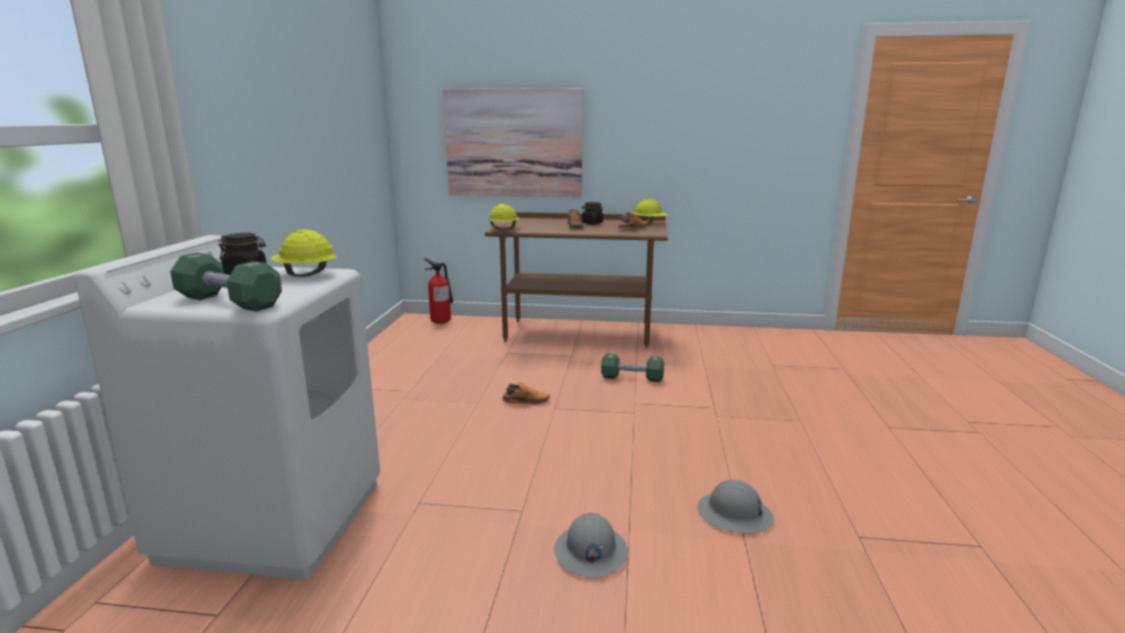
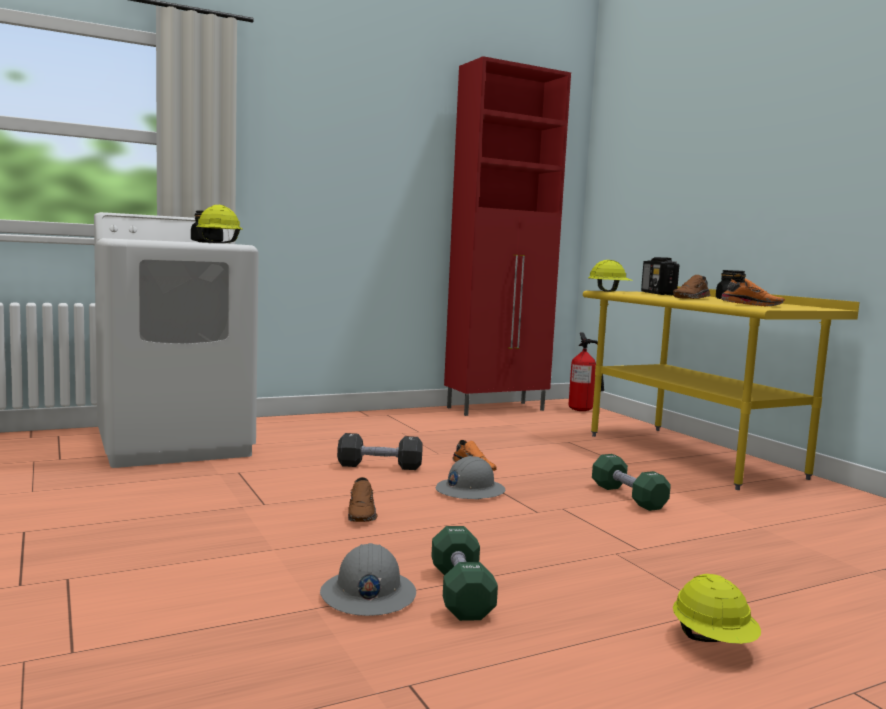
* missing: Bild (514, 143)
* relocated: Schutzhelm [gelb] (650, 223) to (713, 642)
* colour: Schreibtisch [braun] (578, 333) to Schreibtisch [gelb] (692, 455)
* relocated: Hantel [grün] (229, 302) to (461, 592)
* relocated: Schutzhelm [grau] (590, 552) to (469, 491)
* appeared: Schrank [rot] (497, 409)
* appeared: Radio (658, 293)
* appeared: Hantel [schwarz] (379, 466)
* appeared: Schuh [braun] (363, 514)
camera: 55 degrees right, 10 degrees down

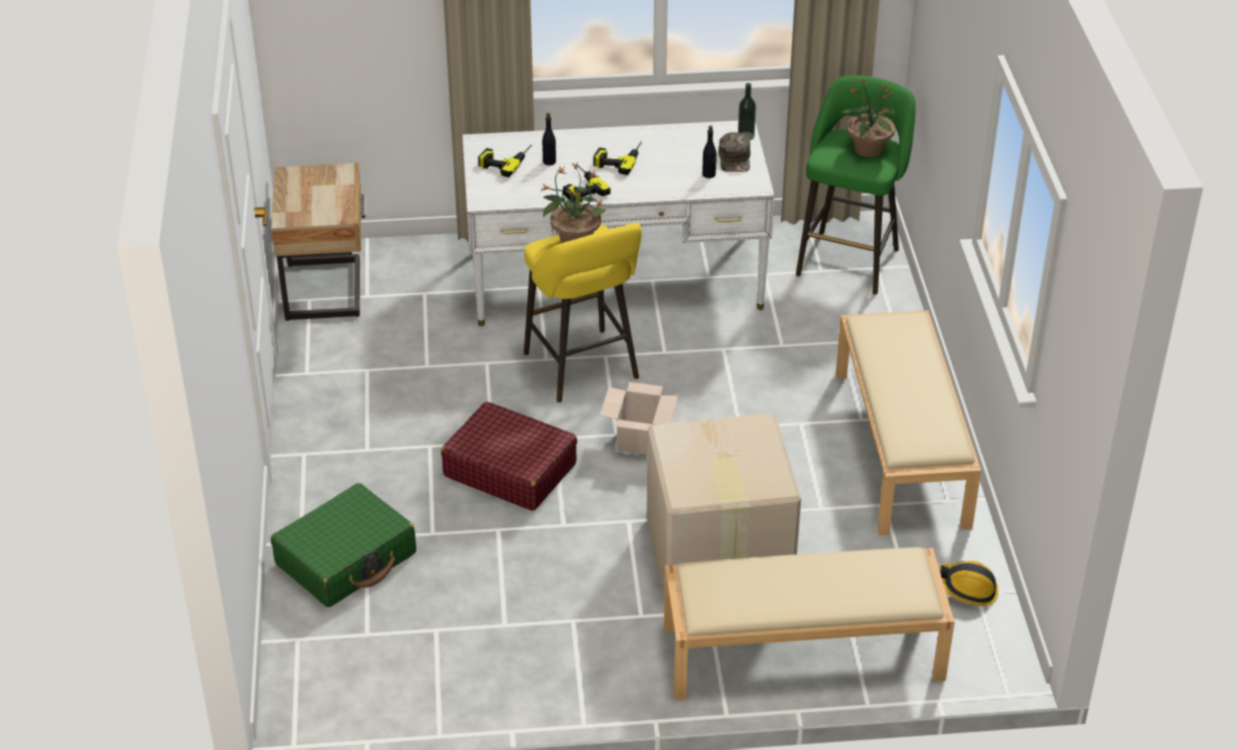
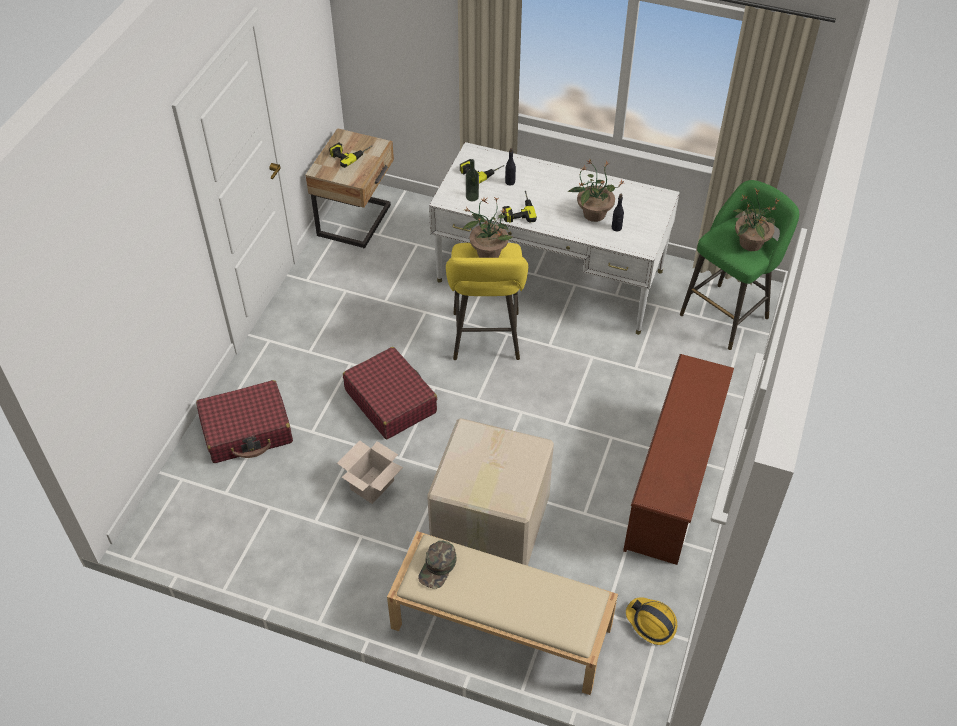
* relocated: Flasche (746, 136) to (472, 197)
* relocated: Kappe [grün] (735, 159) to (438, 567)
* relocated: Bohrmaschine (618, 158) to (350, 153)
* exchanged: Bank [beige] (902, 448) to Schuhregal [braun] (673, 486)
* relocated: Karton (638, 437) to (372, 484)
* colour: Koffer [grün] (346, 559) to Koffer [rot] (247, 430)
* appeared: Topfpflanze (593, 214)
camera: 25 degrees right, 10 degrees up

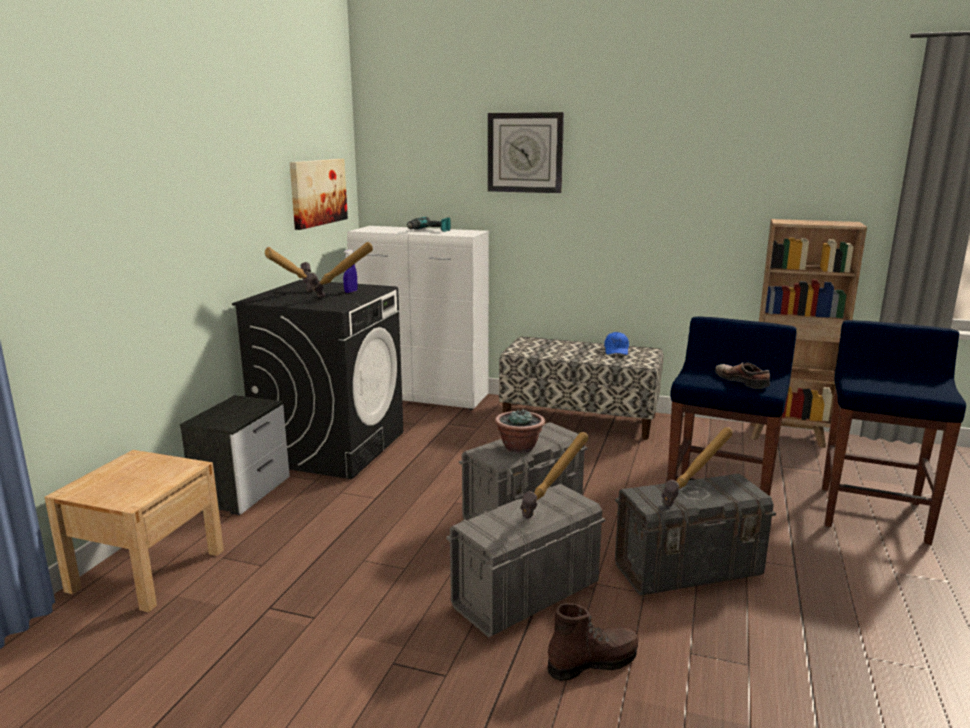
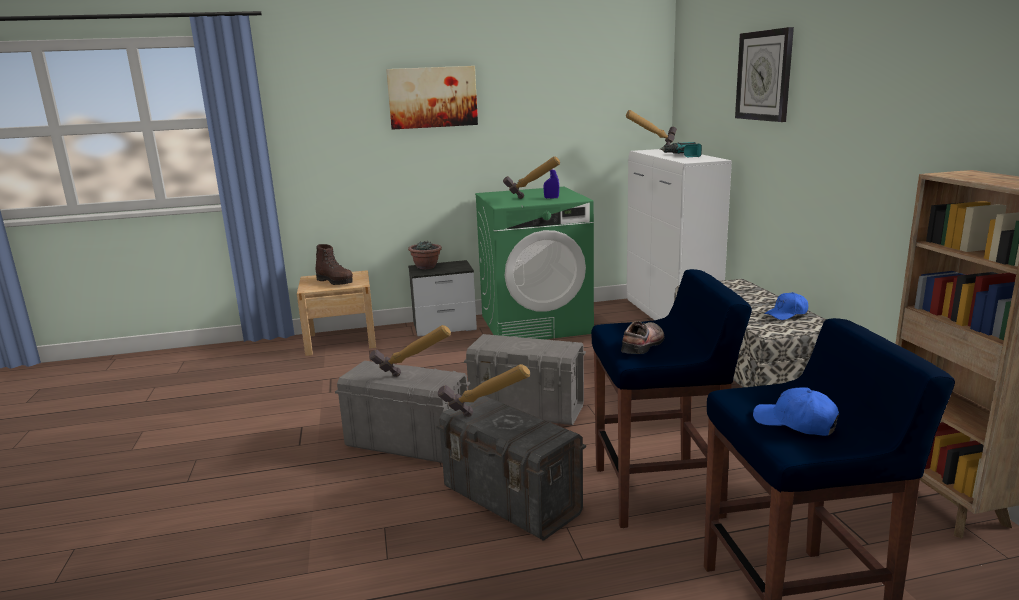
* relocated: Bild (318, 192) to (432, 97)
* relocated: Hammer (291, 295) to (651, 149)
* colour: Waschmaschine [schwarz] (331, 447) to Waschmaschine [grün] (536, 324)
* relocated: Topfpflanze (519, 448) to (426, 267)
* relocated: Stiefel [braun] (592, 662) to (335, 281)
* appeared: Kappe [blau] (795, 423)
camera: 60 degrees right, 0 degrees up

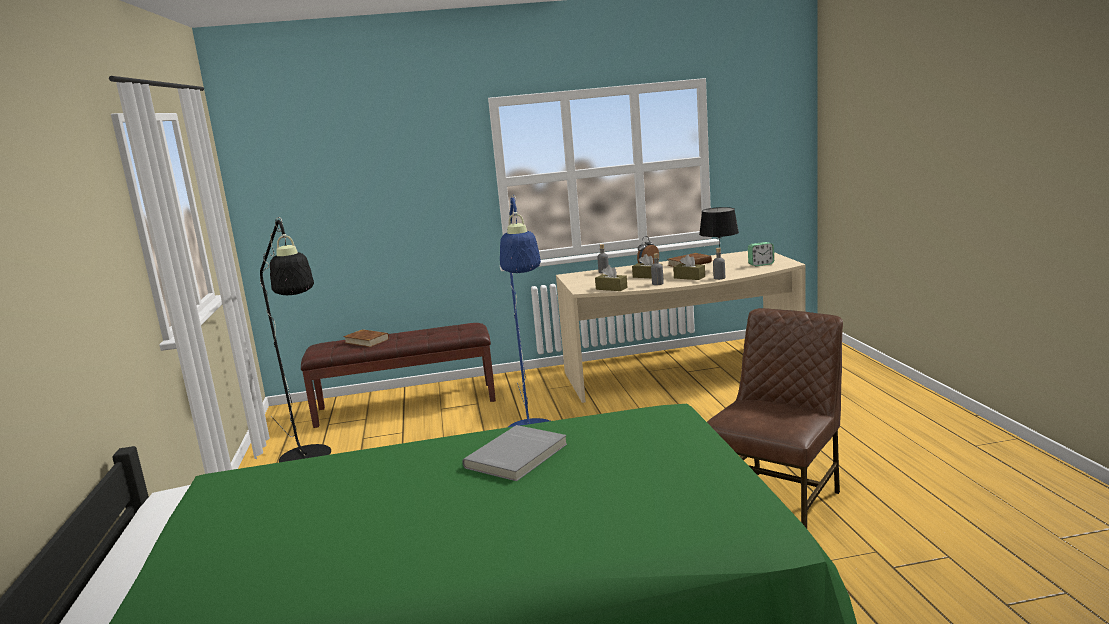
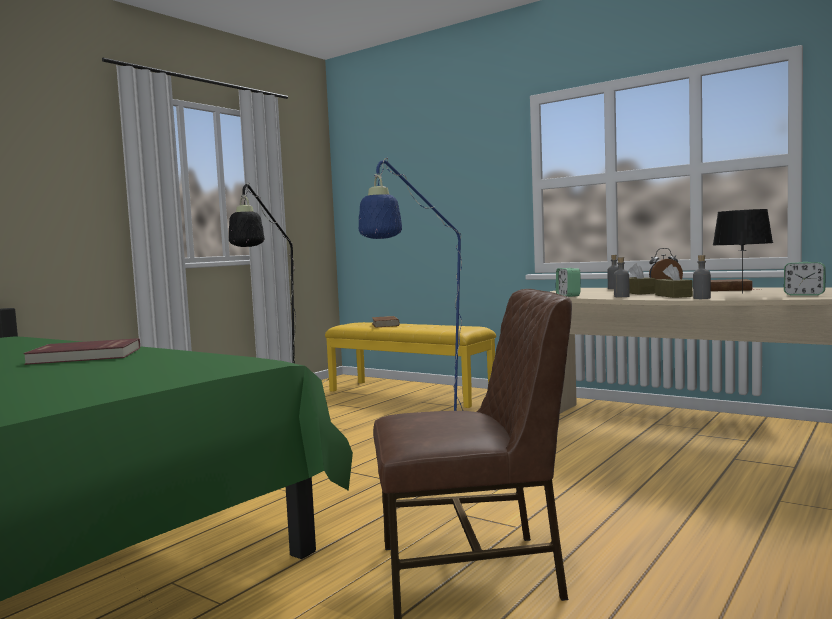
* exchanged: Taschentuchbox [braun] (611, 288) to Wecker (568, 295)
* colour: Bank [braun] (406, 404) to Bank [gelb] (410, 393)
* colour: Buch [grau] (518, 456) to Buch [rot] (85, 356)
camera: 45 degrees right, 10 degrees down

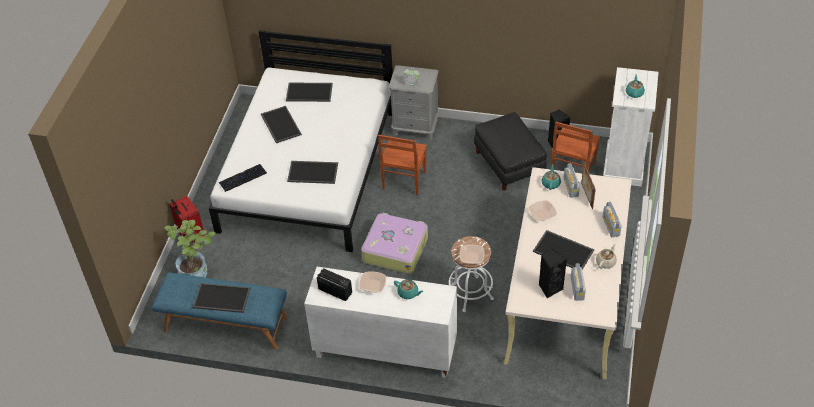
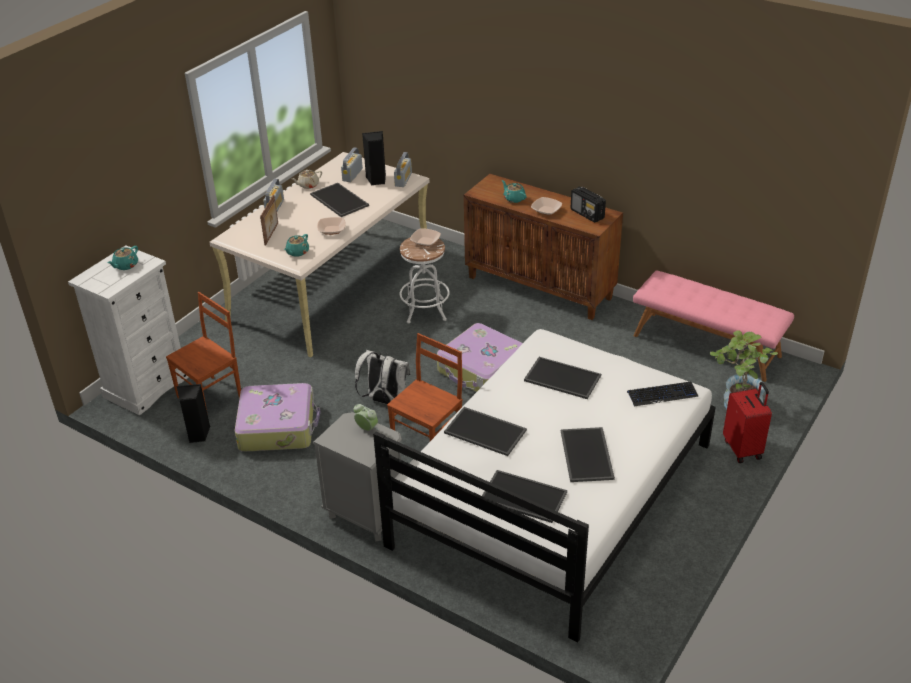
* exchanged: Polsterhocker [schwarz] (509, 164) to Koffer (278, 426)
* relocated: Radio (571, 187) to (403, 179)
* colour: Schrank [weiß] (384, 351) to Schrank [braun] (540, 287)
* colour: Bank [blau] (225, 325) to Bank [rosa] (707, 345)
* relocated: Tablett (221, 299) to (486, 431)
* appeared: Rucksack [weiß] (384, 400)
camera: 160 degrees left, 10 degrees down

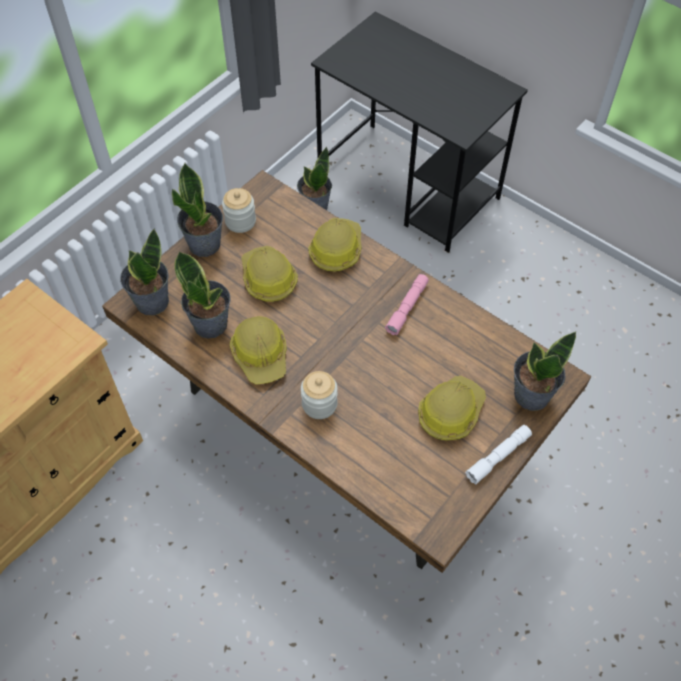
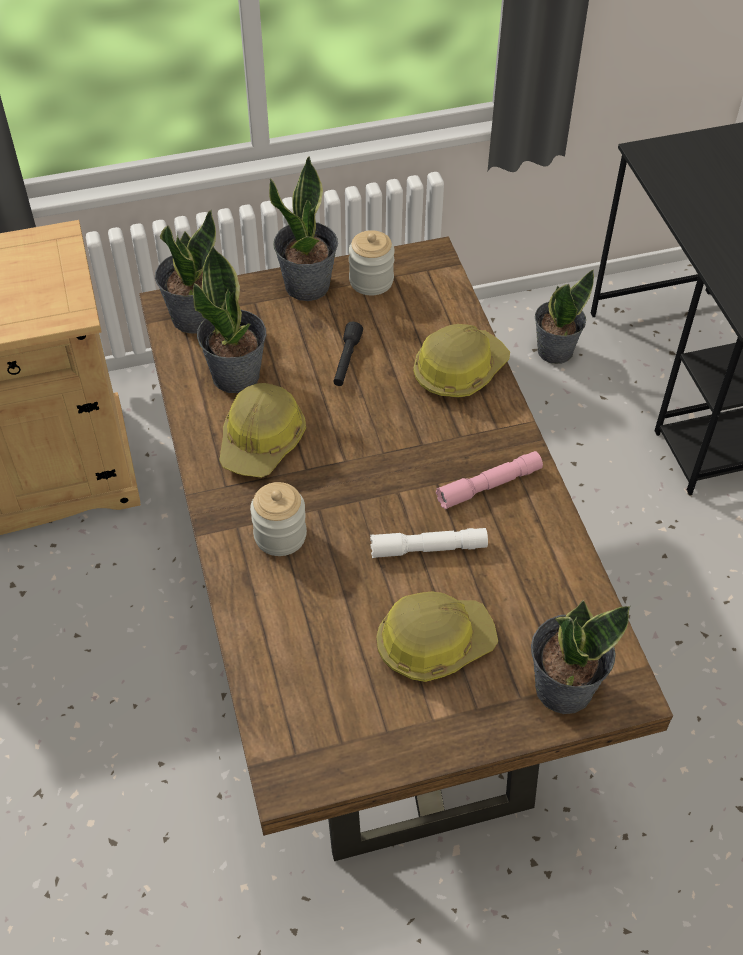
* exchanged: Schutzhelm (268, 279) to Taschenlampe [schwarz] (346, 361)
* relocated: Taschenlampe [weiß] (498, 457) to (428, 548)
camera: 35 degrees right, 5 degrees down

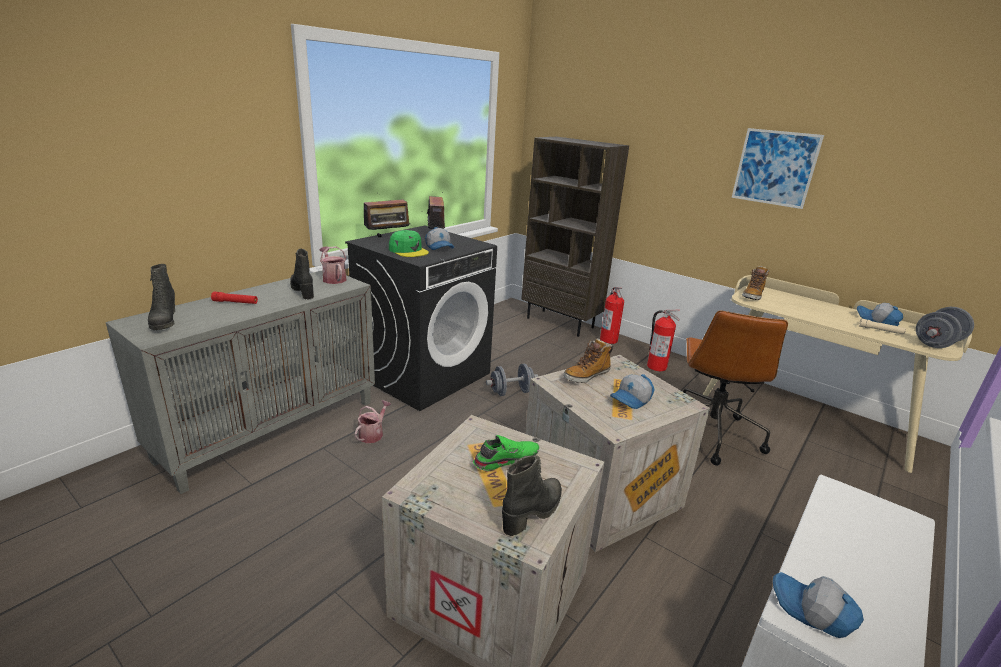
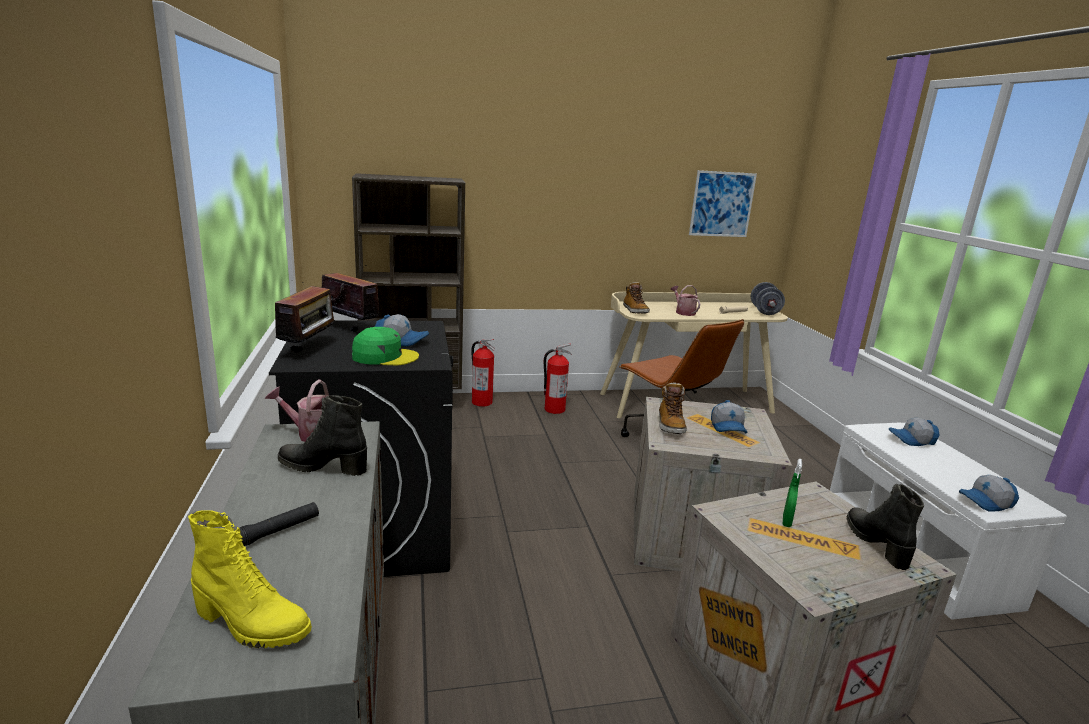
* relocated: Bild (775, 168) to (722, 204)
* colour: Stiefel [schwarz] (164, 321) to Stiefel [gelb] (251, 625)
* colour: Taschenlampe [rot] (235, 302) to Taschenlampe [schwarz] (277, 531)
* relocated: Kappe (876, 320) to (912, 440)
* missing: Hantel [grau] (511, 392)
* relocated: Gießkanne (373, 434) to (683, 312)
* exchanged: Schuh [grün] (505, 459) to Sprühflasche [grün] (786, 521)
camera: 50 degrees left, 5 degrees down

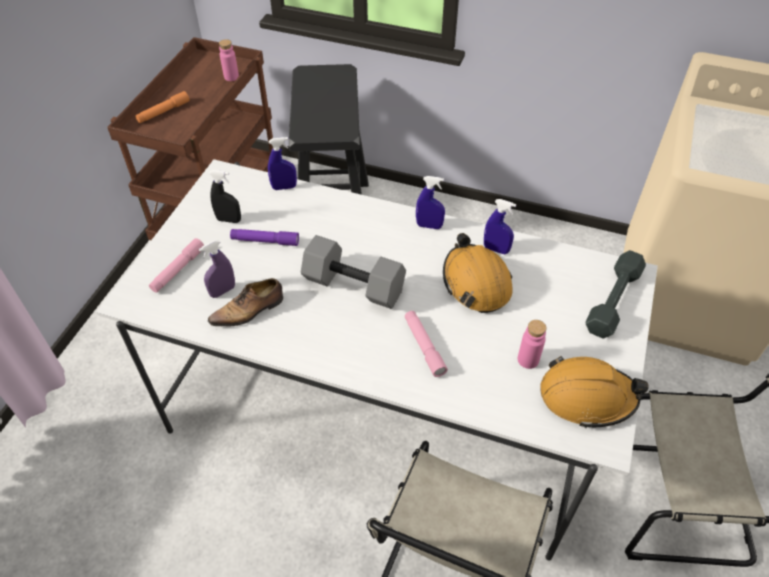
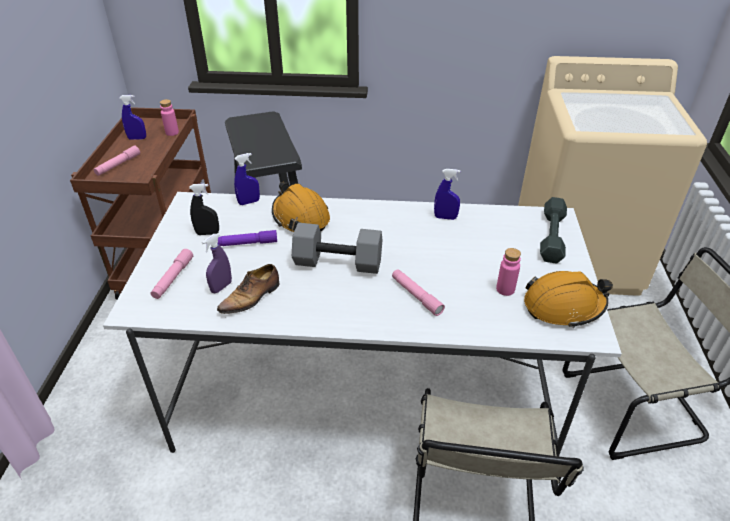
* colour: Taschenlampe [orange] (163, 112) to Taschenlampe [rosa] (118, 165)
* relocated: Sprühflasche [blau] (429, 226) to (137, 138)
* relocated: Schutzhelm [orange] (476, 282) to (300, 217)
camera: 15 degrees left, 10 degrees down

